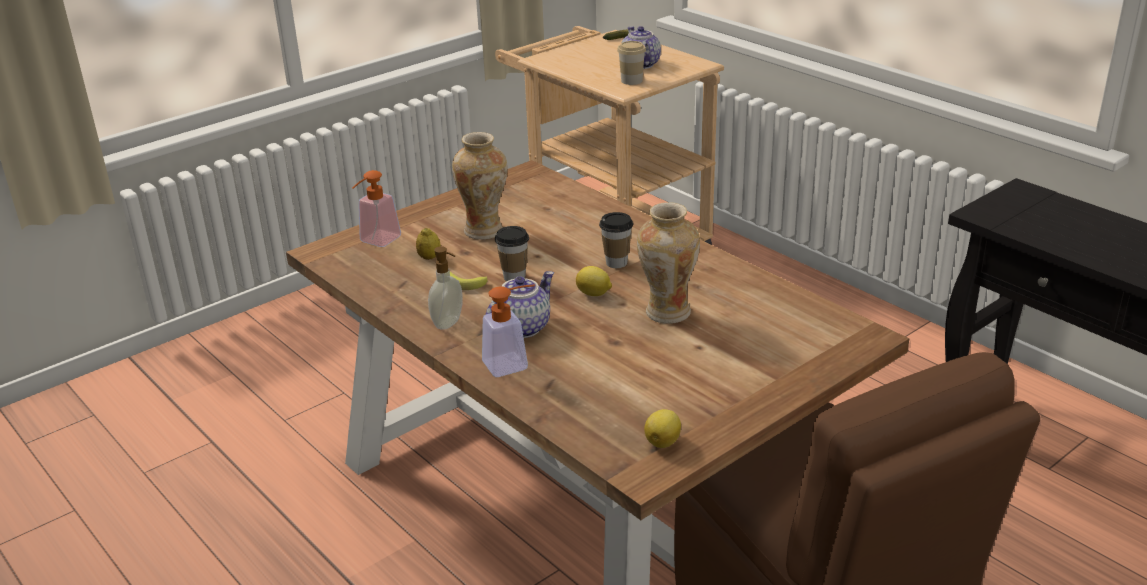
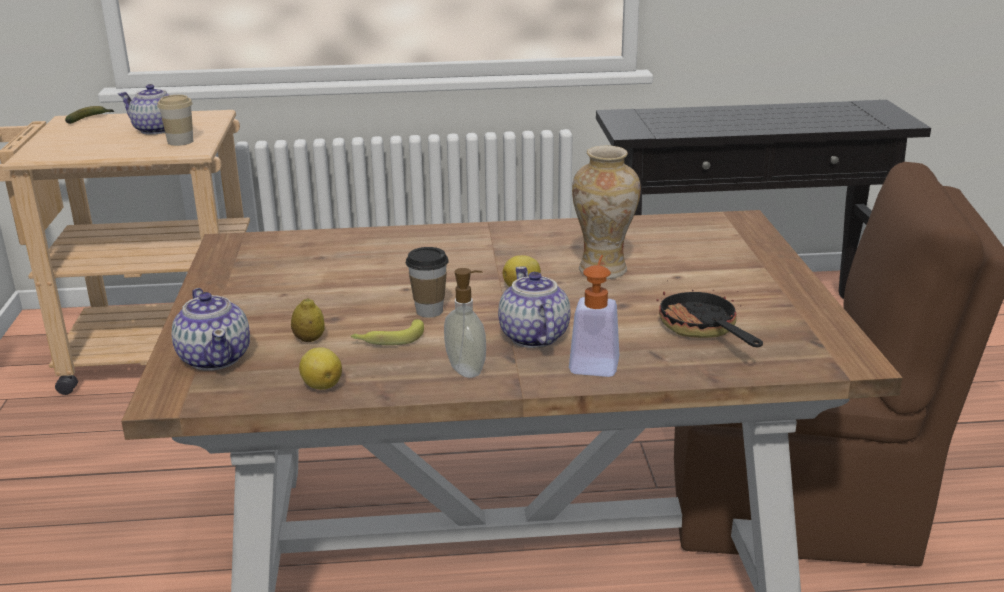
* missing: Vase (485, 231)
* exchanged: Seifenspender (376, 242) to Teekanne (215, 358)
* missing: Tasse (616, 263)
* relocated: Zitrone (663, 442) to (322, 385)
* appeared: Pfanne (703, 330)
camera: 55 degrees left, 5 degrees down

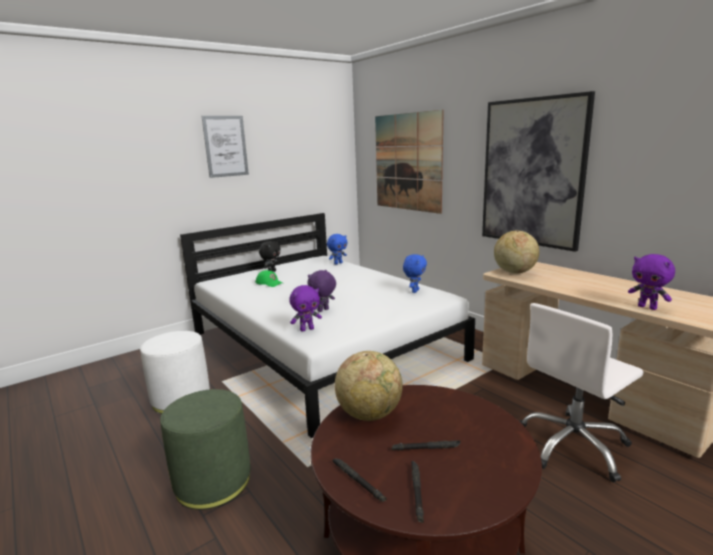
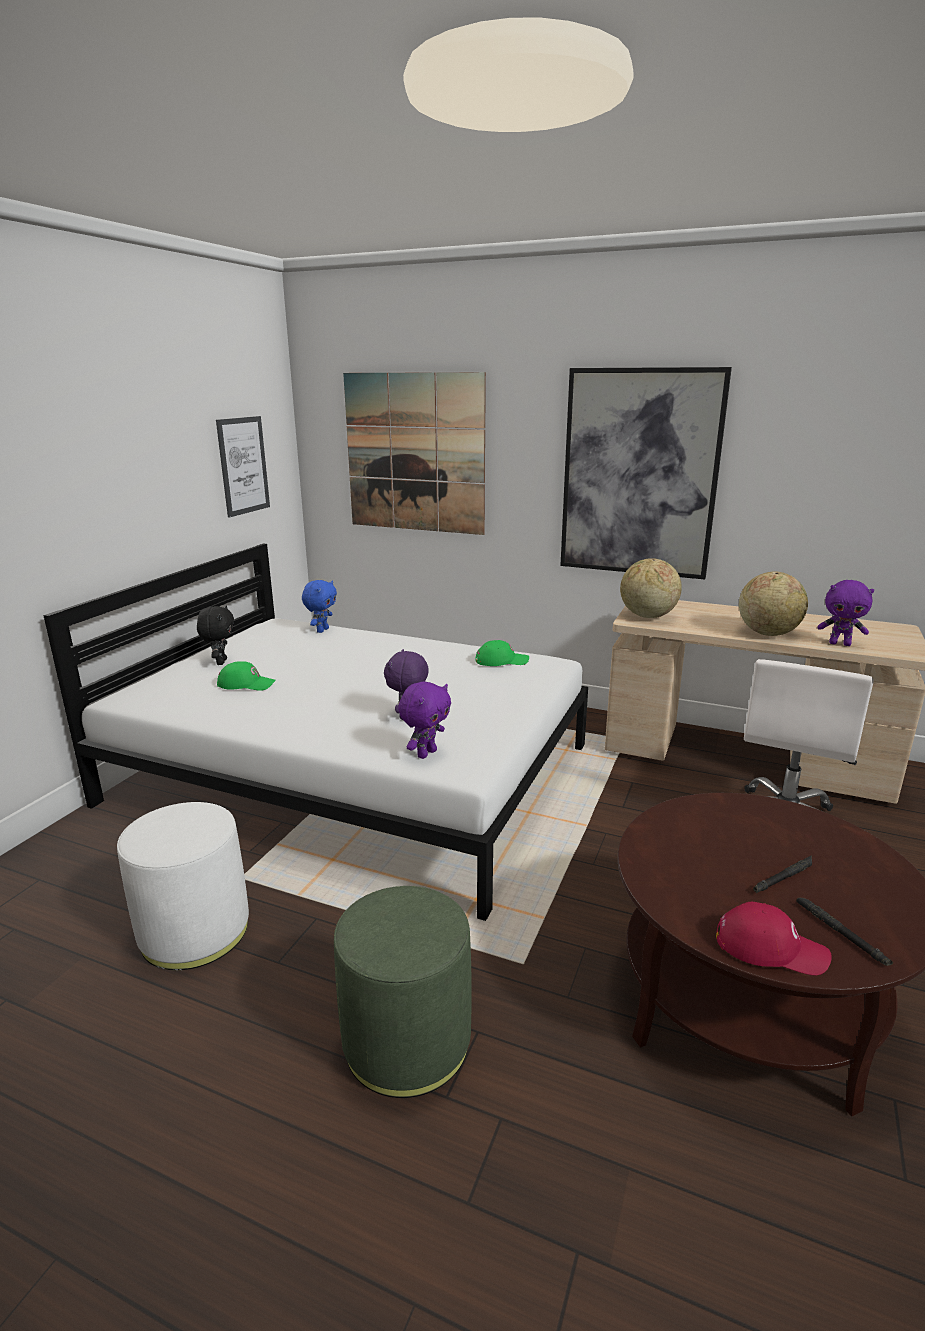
* relocated: Bild (225, 146) to (243, 465)
* exchanged: Plüschtier [blau] (414, 291) to Kappe [grün] (501, 661)
* relocated: Globus (369, 414) to (767, 633)
* exchanged: Taschenlampe [schwarz] (358, 481) to Kappe [rot] (770, 947)
camera: 30 degrees left, 5 degrees up

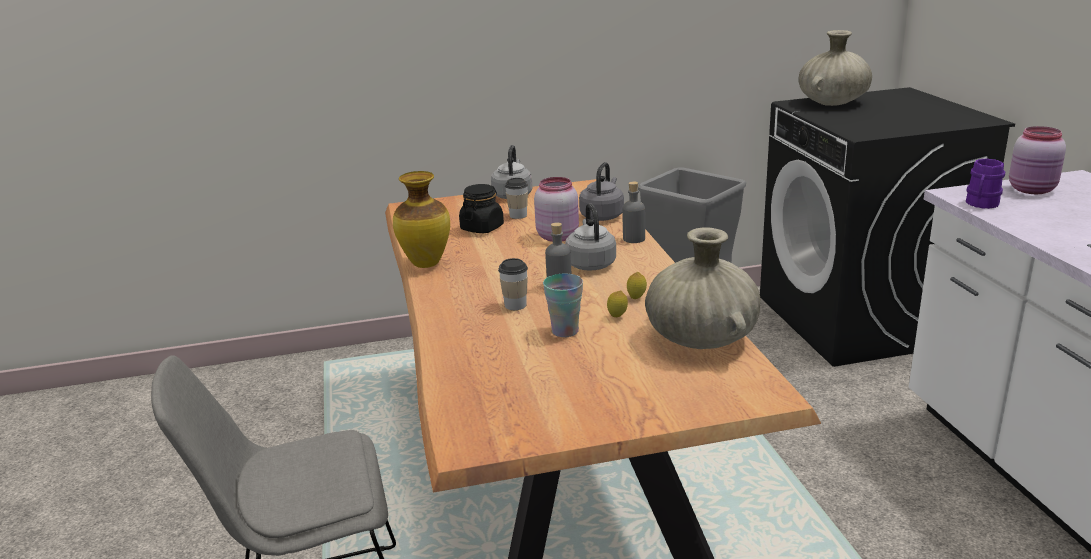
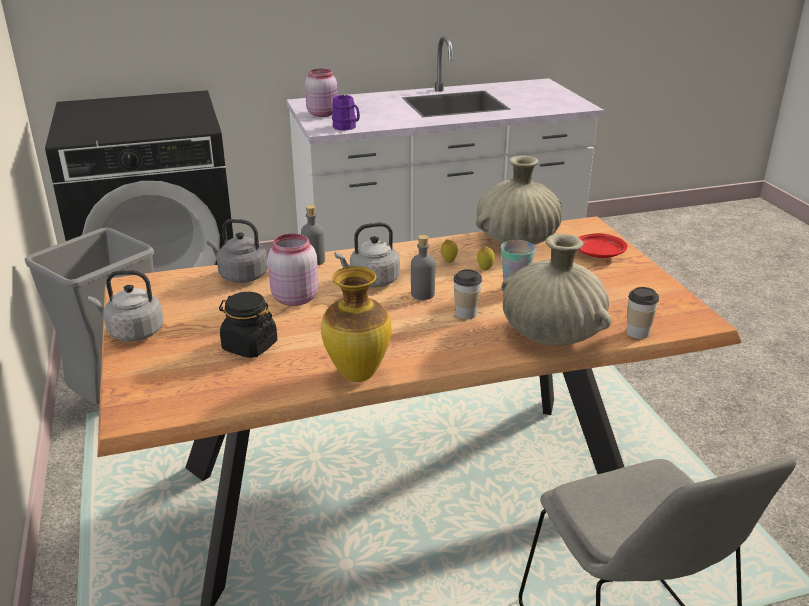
* relocated: Vase [beige] (833, 103) to (552, 334)
* relocated: Tasse (518, 215) to (637, 333)
* appeared: Teller [rot] (599, 254)
camera: 95 degrees left, 5 degrees up

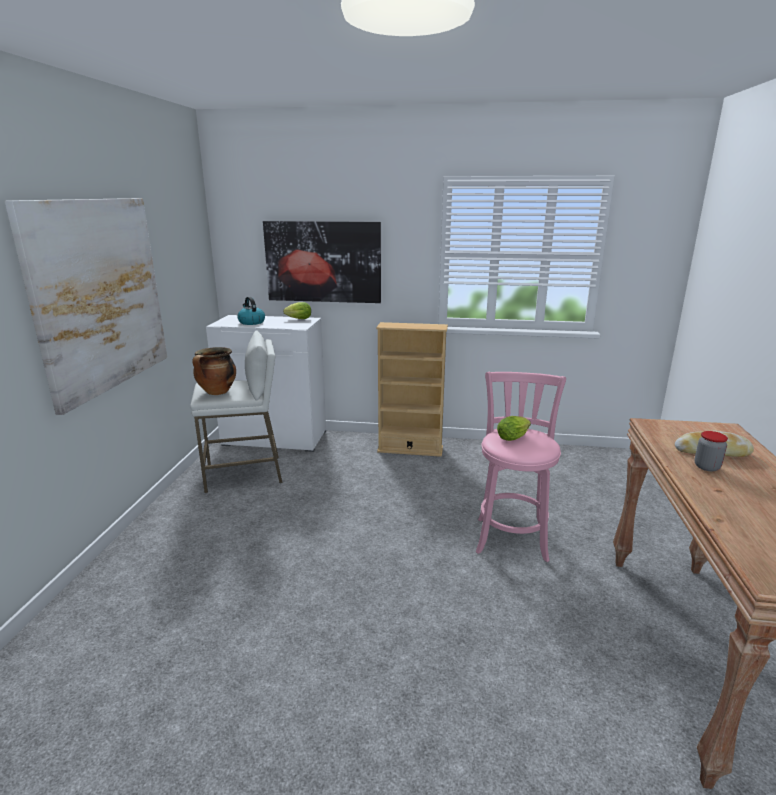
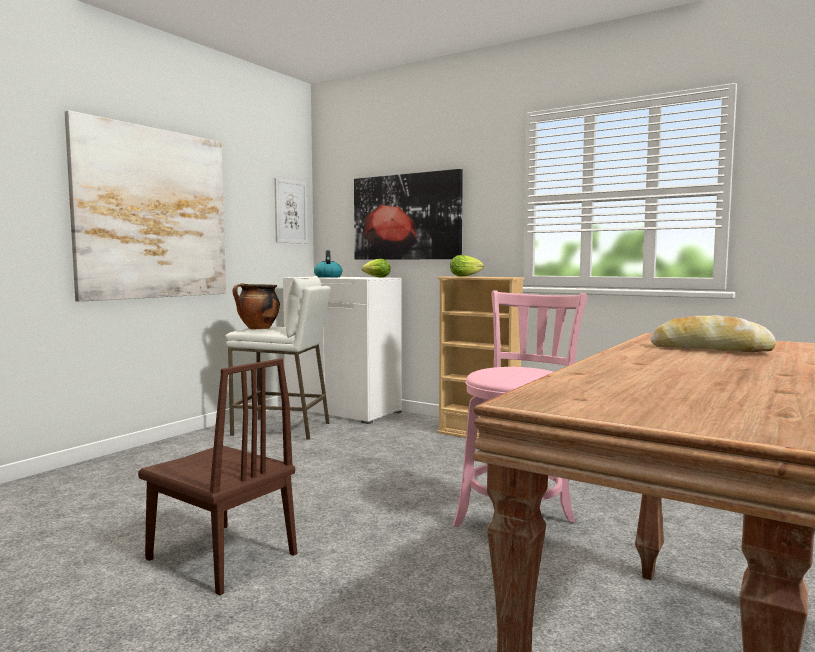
* relocated: Salatkopf (514, 437) to (467, 276)
* missing: Vorratsglas (706, 467)
* appeared: Bild (290, 212)
* appeared: Stuhl [braun] (221, 556)
camera: 25 degrees right, 15 degrees down

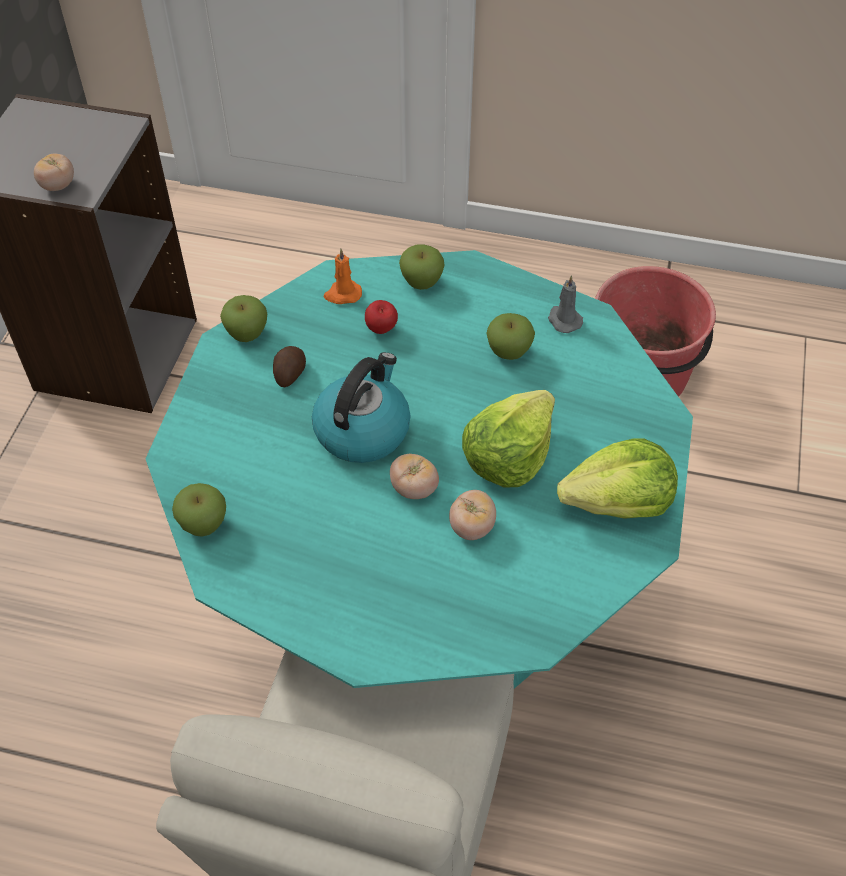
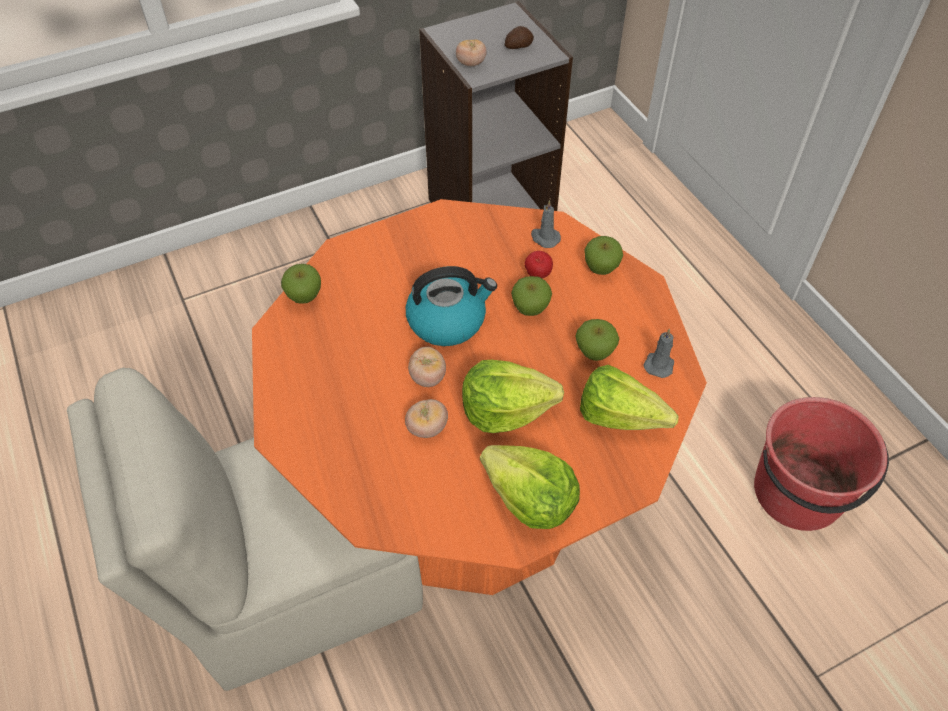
* colour: Kerze [orange] (342, 294) to Kerze [grau] (544, 238)
* colour: Esstisch [türkis] (423, 608) to Esstisch [orange] (474, 495)
* relocated: Apfel (247, 334) to (530, 309)
* relocated: Kartoffel (289, 373) to (518, 46)
* appeared: Salatkopf (626, 422)
camera: 50 degrees right, 0 degrees up

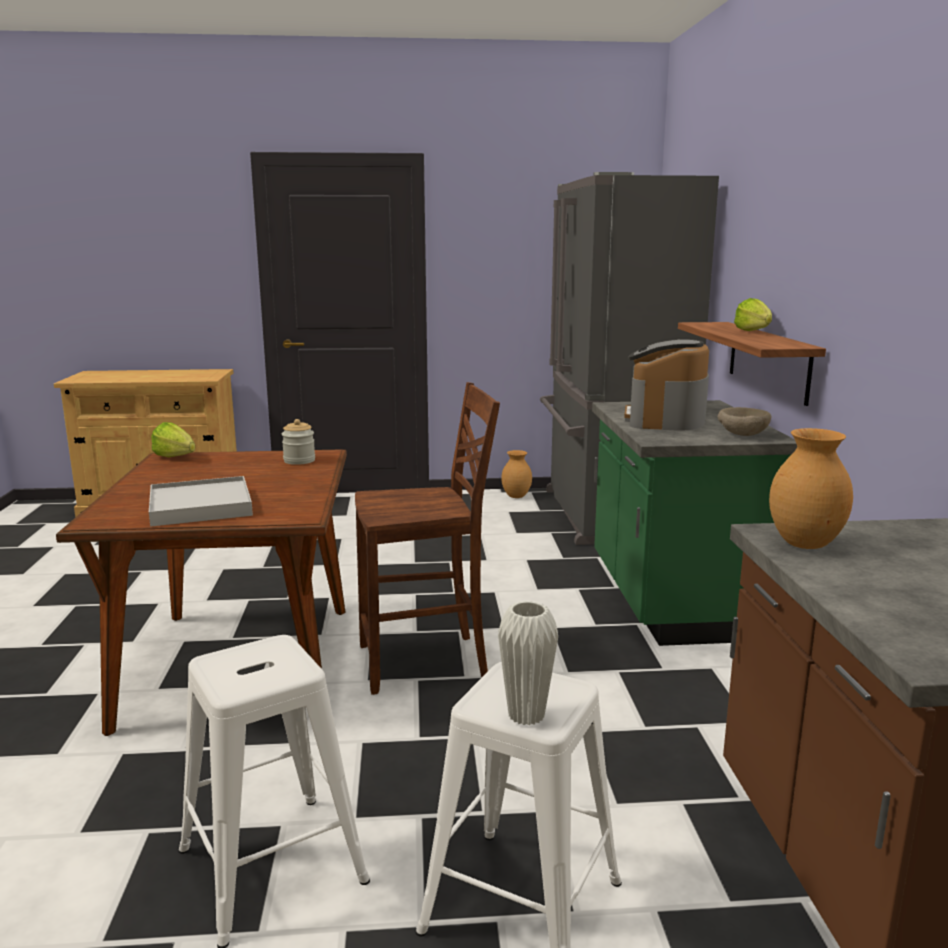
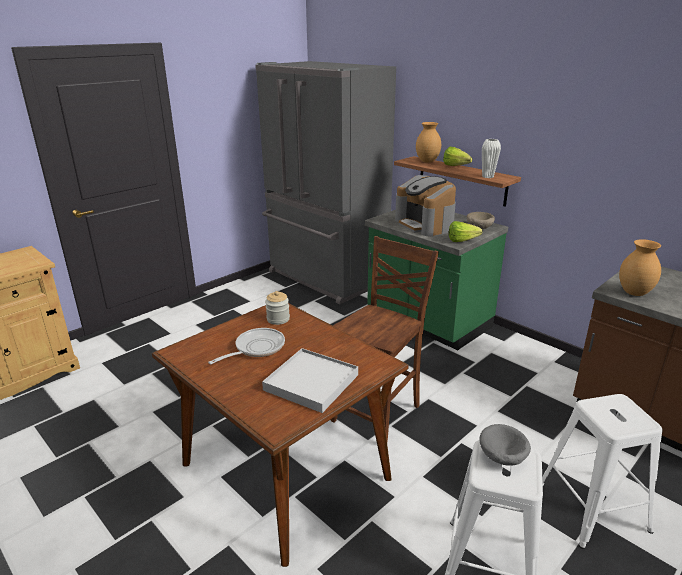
* relocated: Salatkopf (177, 459) to (465, 241)
* relocated: Vase [braun] (516, 496) to (427, 161)
* relocated: Vase [weiß] (526, 715) to (487, 176)
* appeared: Pfanne (256, 348)
* appeared: Schüssel [grau] (501, 458)
camera: 40 degrees left, 10 degrees up

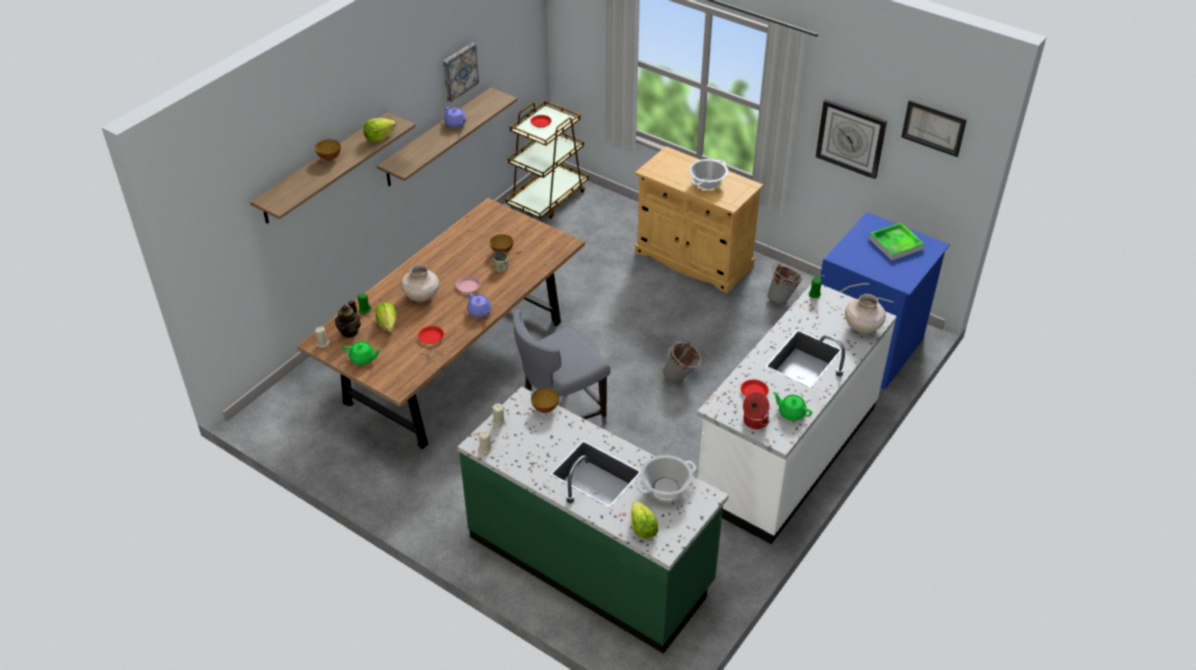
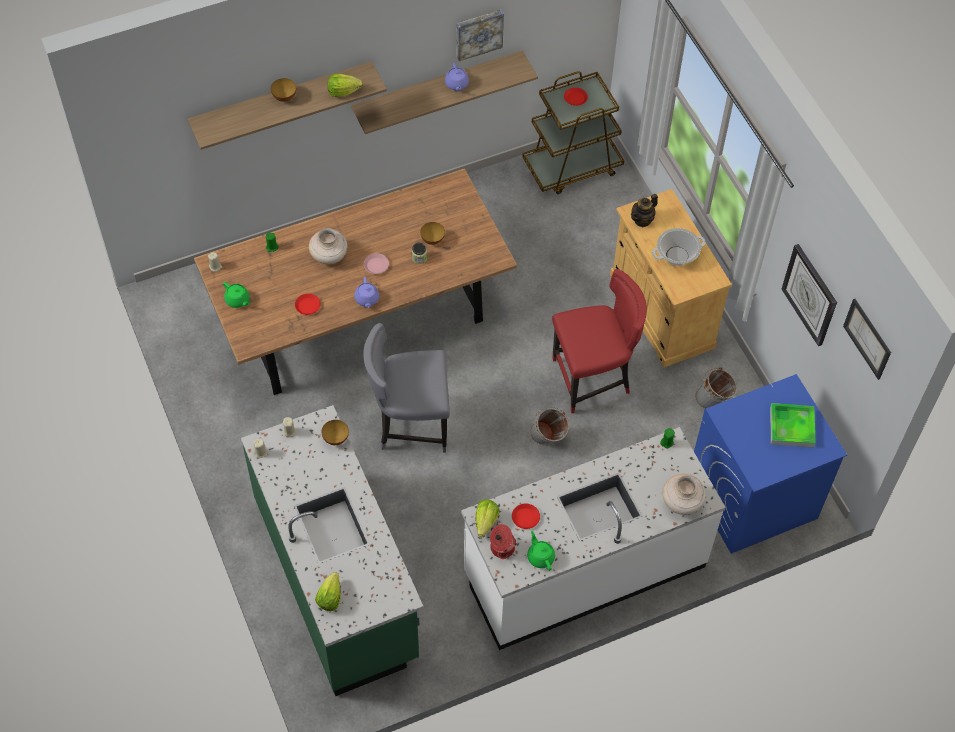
* relocated: Teekanne (350, 331) to (642, 220)
* relocated: Salatkopf (388, 324) to (486, 522)
* missing: Kochtopf (666, 488)
* appeared: Stuhl [rot] (593, 379)
camera: 30 degrees right, 15 degrees up

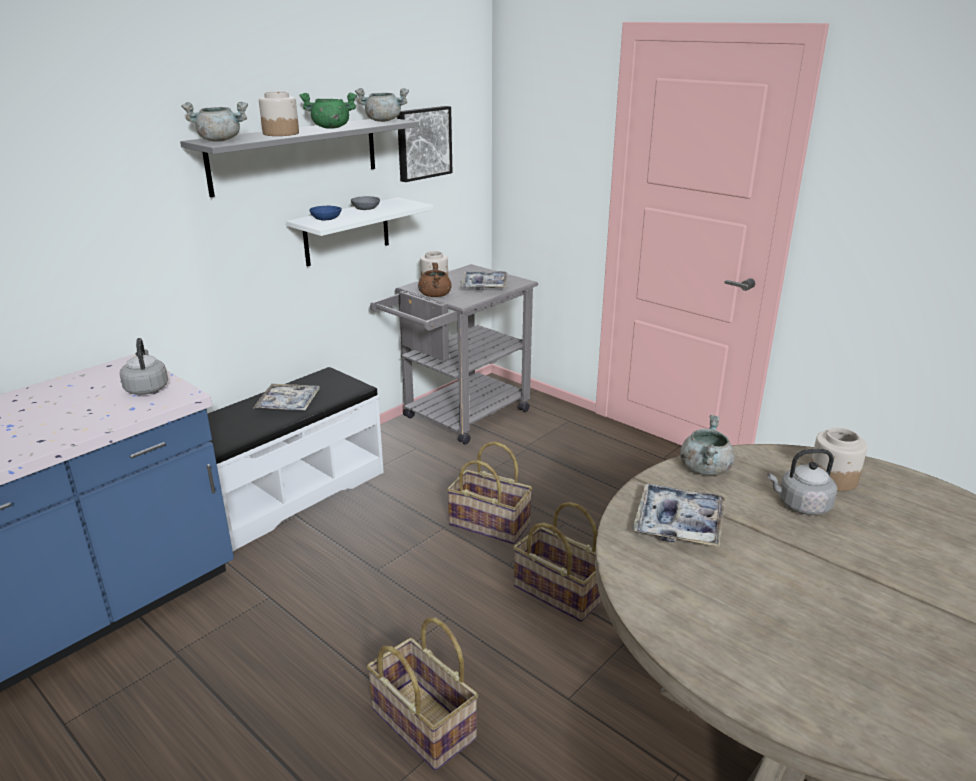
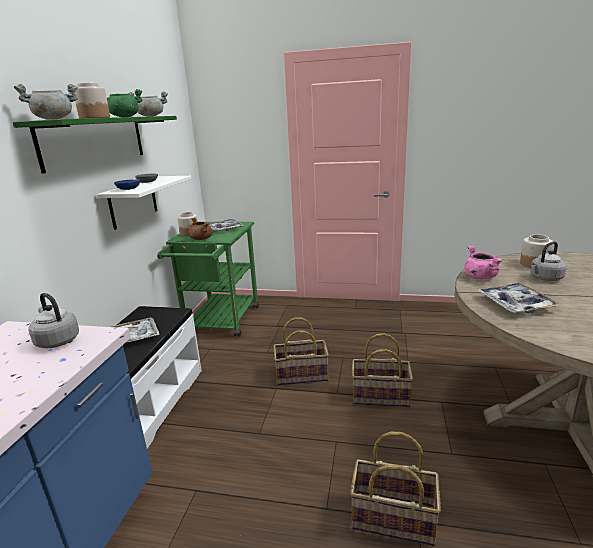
* missing: Bild (423, 143)
* colour: Wandregal [grau] (296, 155) to Wandregal [grün] (95, 141)
* colour: Rollwagen [grau] (459, 418) to Rollwagen [grün] (220, 323)
* colour: Kochtopf [grau] (705, 468) to Kochtopf [rosa] (480, 277)
camera: 30 degrees left, 5 degrees down

